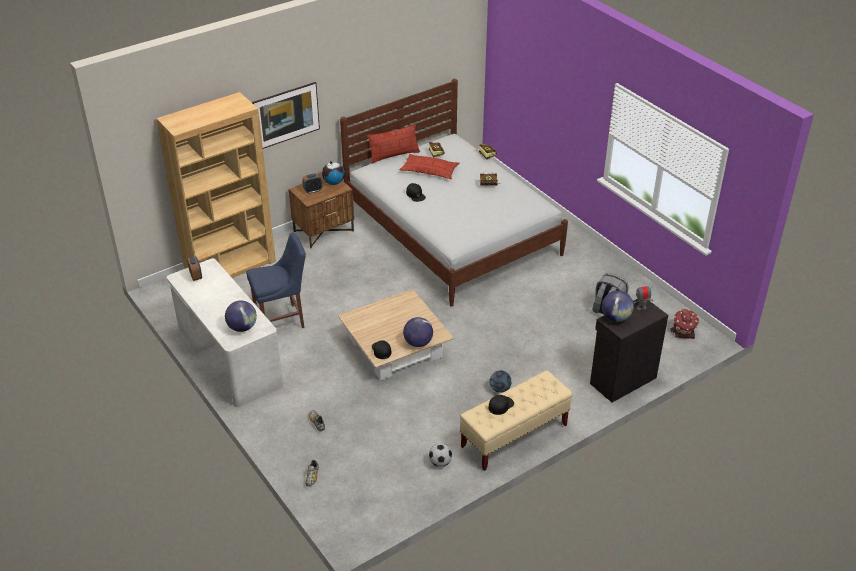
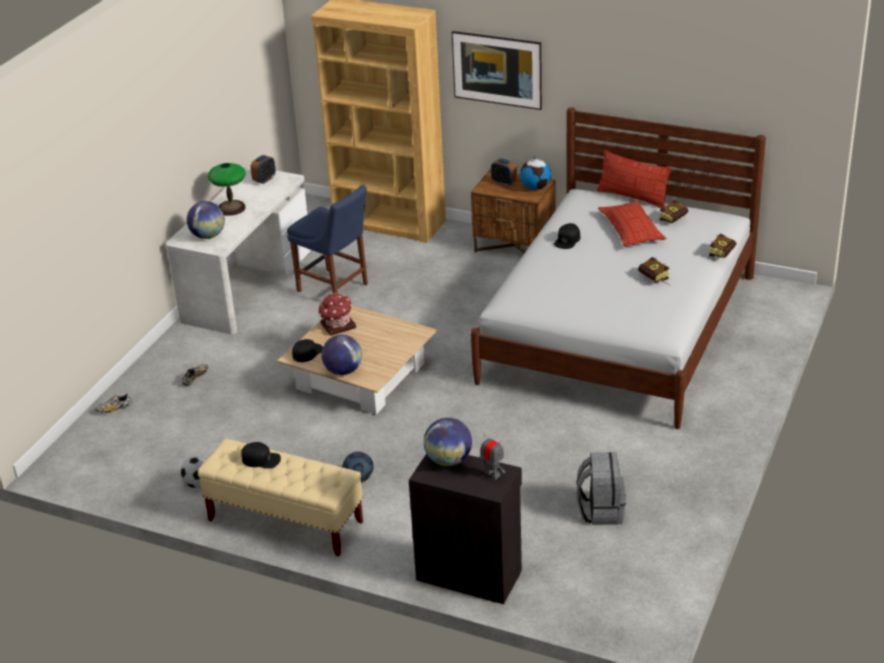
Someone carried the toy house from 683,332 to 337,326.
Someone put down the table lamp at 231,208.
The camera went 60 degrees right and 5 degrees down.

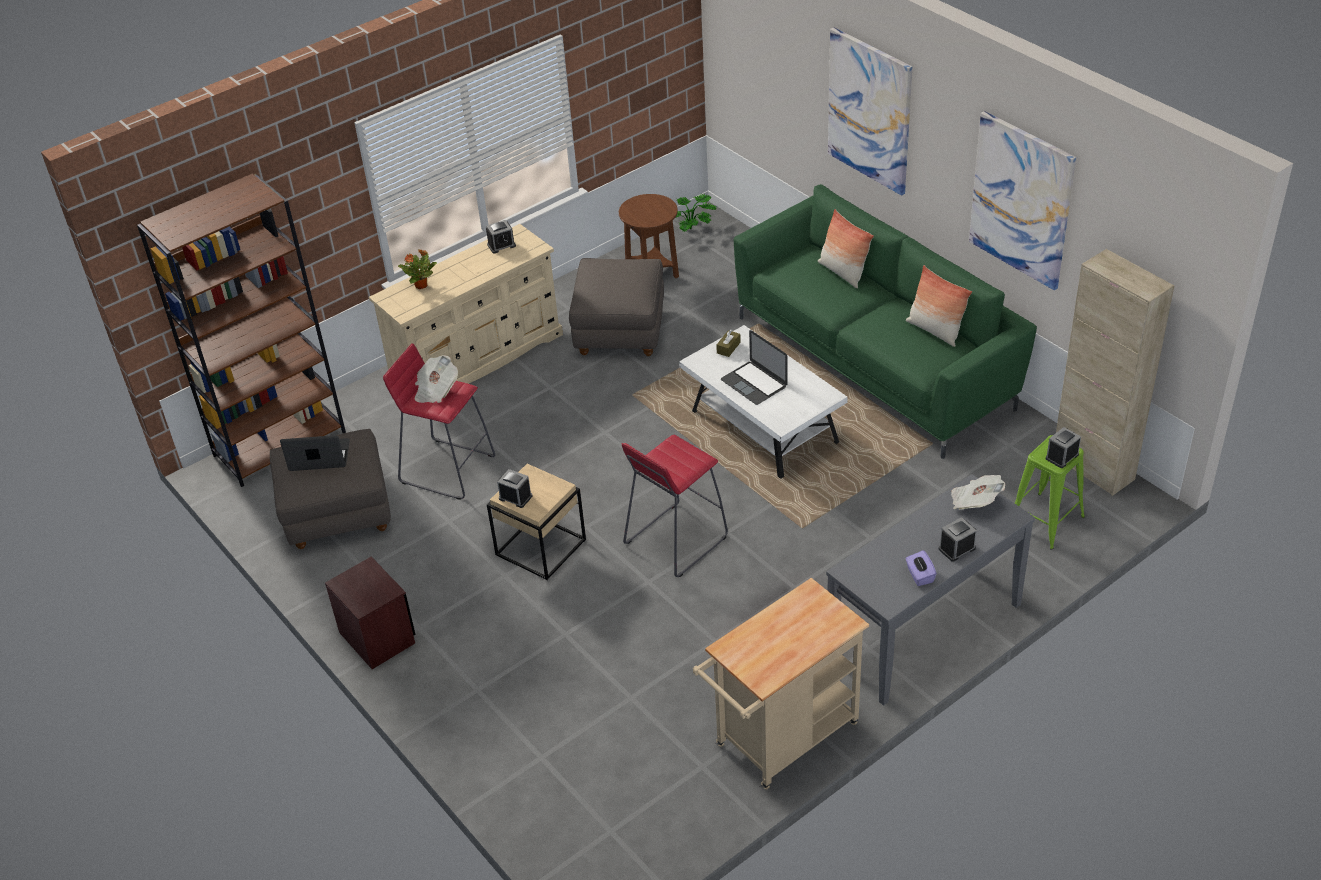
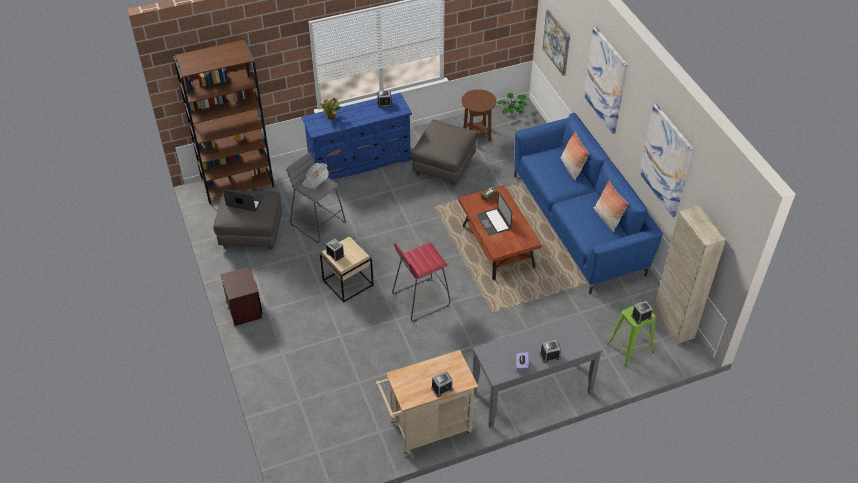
Someone repainted the beige dresser at 477,358, which became the blue dresser at 360,161.
Someone repainted the red stool at 447,468, which became the grey stool at 318,223.
Someone repainted the white coffee table at 763,428, which became the brown coffee table at 497,246.
Someone repainted the green sofa at 875,361, which became the blue sofa at 578,223.
Someone took away the newspaper at 975,502.
Someone put down the alarm clock at 442,388.
Someone put up the picture at 557,42.
The camera went 15 degrees right and 5 degrees up.

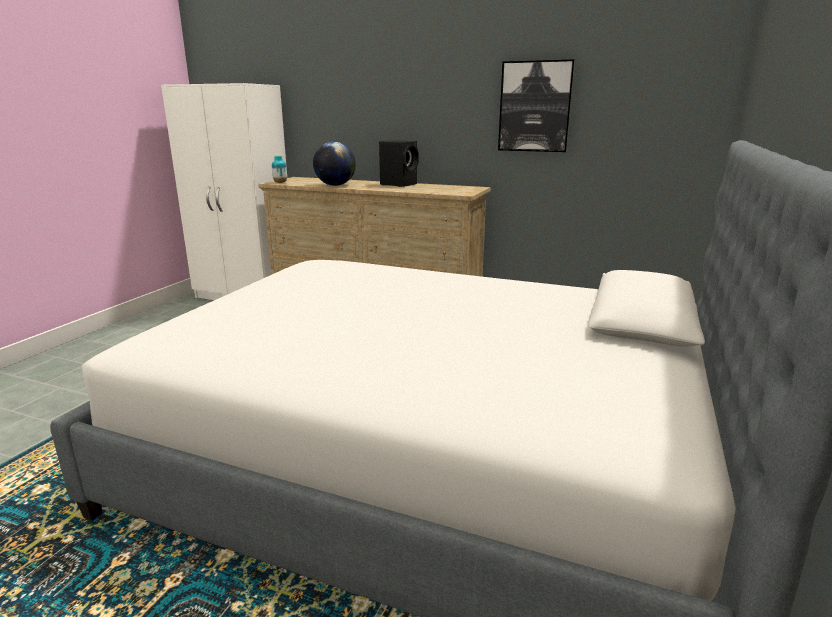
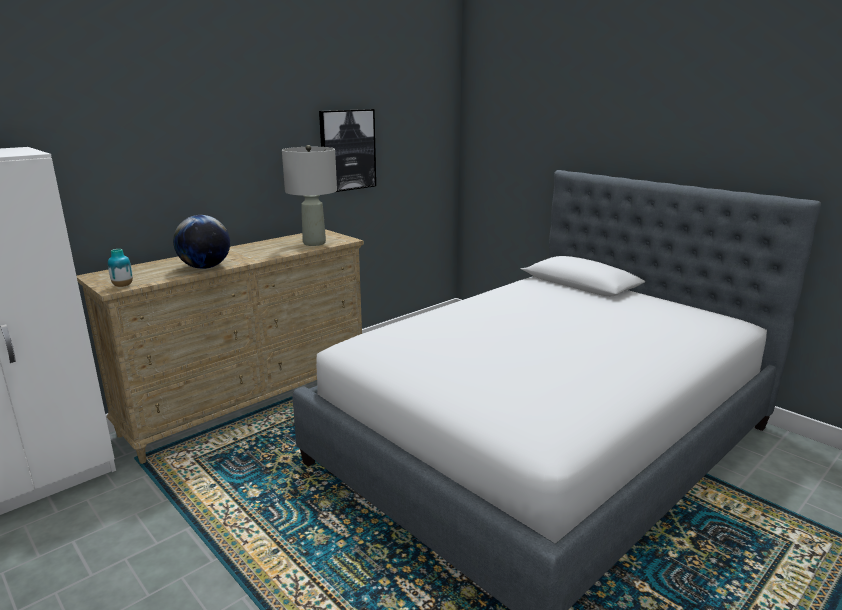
Someone took away the black speaker at 399,184.
Someone put down the grey table lamp at 315,243.
The camera went 65 degrees left and 0 degrees up.

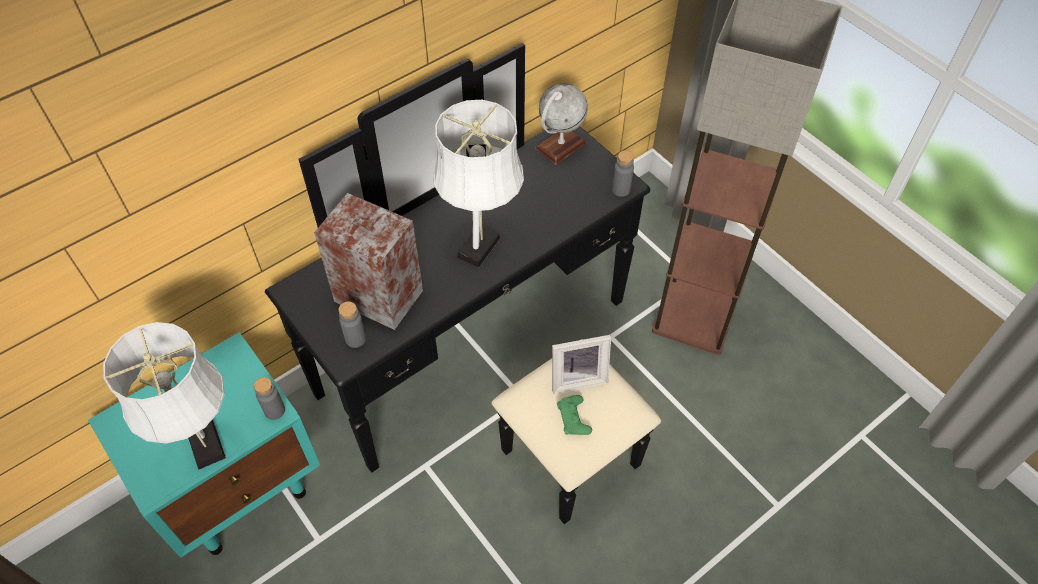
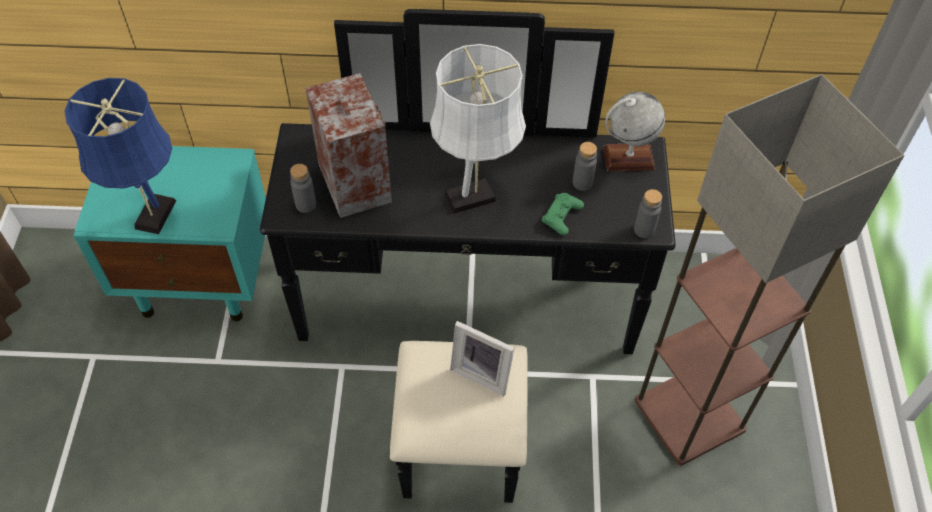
Someone repainted the white table lamp at 207,449, which became the blue table lamp at 153,218.
Someone carried the grey bottle from 274,410 to 582,183.
Someone carried the green game controller from 573,418 to 562,216.
The camera went 40 degrees right and 0 degrees up.

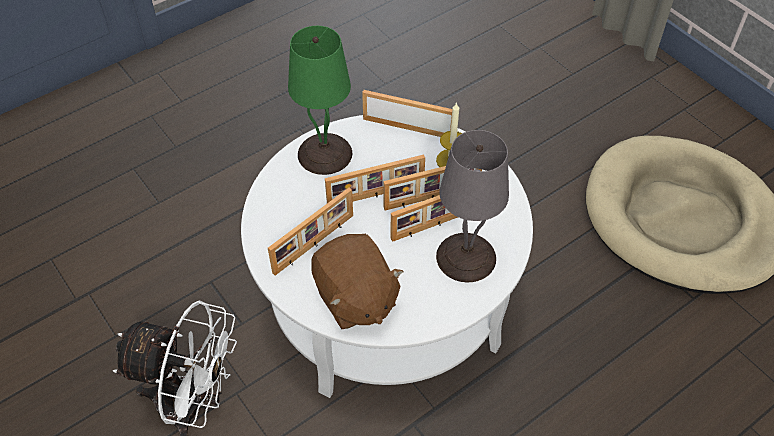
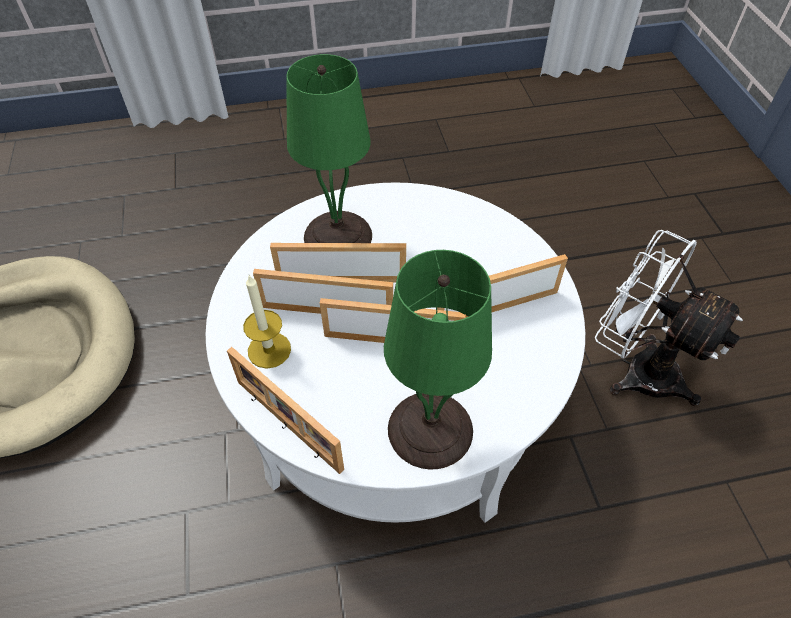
Someone took away the brown plush toy at 355,298.
Someone repainted the grey table lamp at 465,256, which became the green table lamp at 338,237.
The camera went 155 degrees left and 0 degrees up.

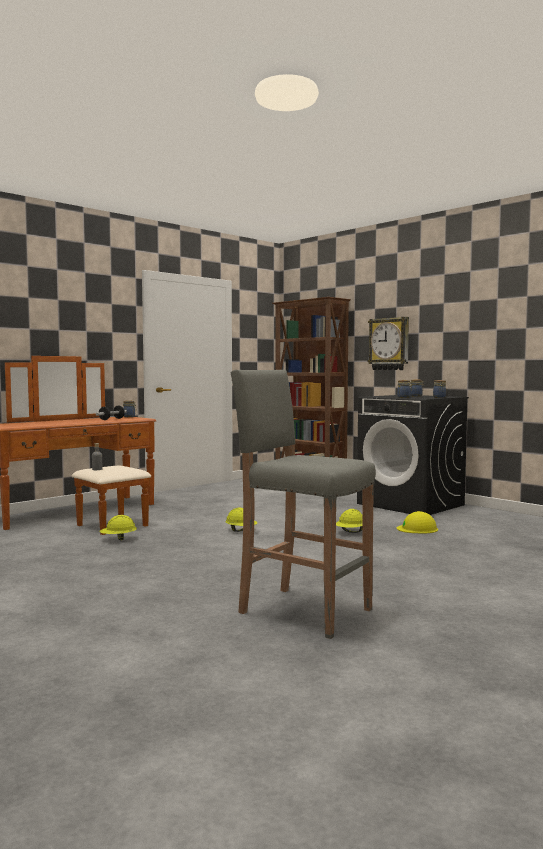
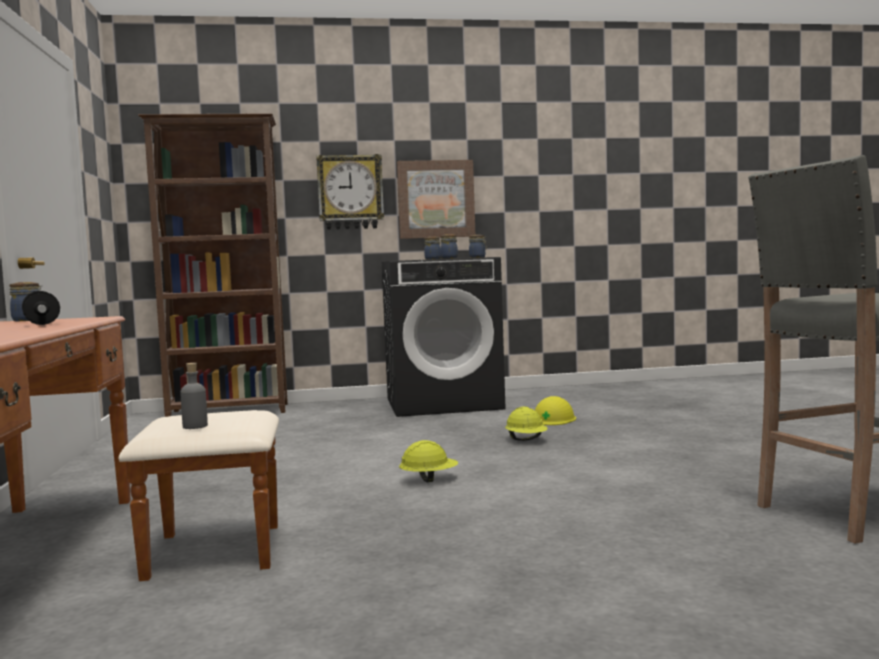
Someone took away the yellow hard hat at 118,539.
Someone put up the picture at 436,199.
The camera went 55 degrees left and 0 degrees up.

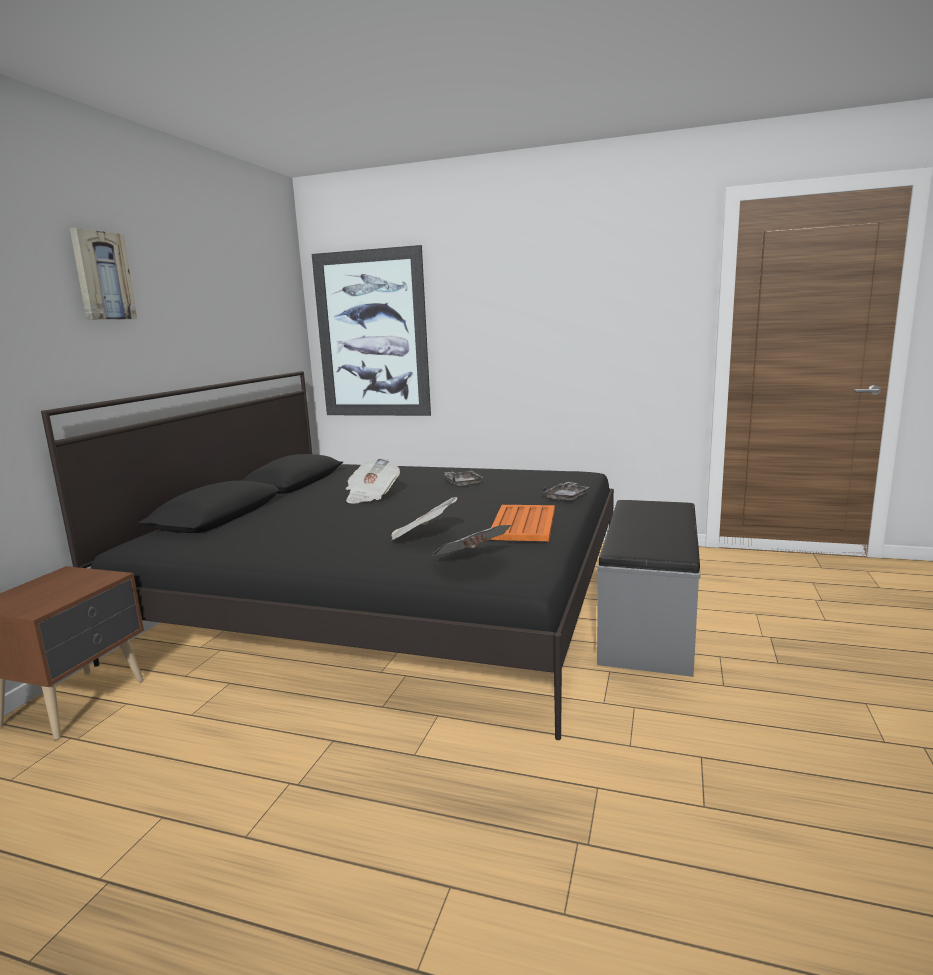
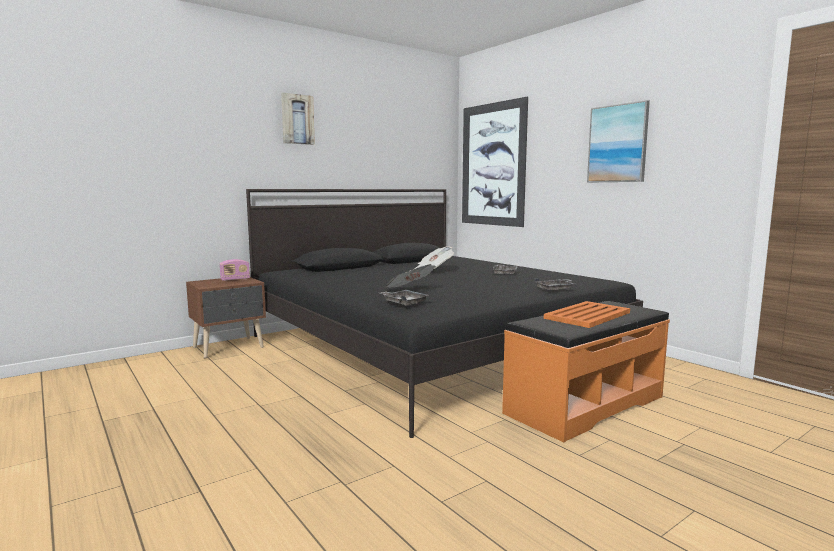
Someone swapped the newspaper at 471,562 for the grey tray at 404,303.
Someone carried the orange tray from 524,523 to 588,315.
Someone repainted the grey bench at 646,623, which became the orange bench at 584,404.
Someone put down the radio at 235,279.
Someone put up the picture at 618,144.
The camera went 35 degrees right and 5 degrees down.

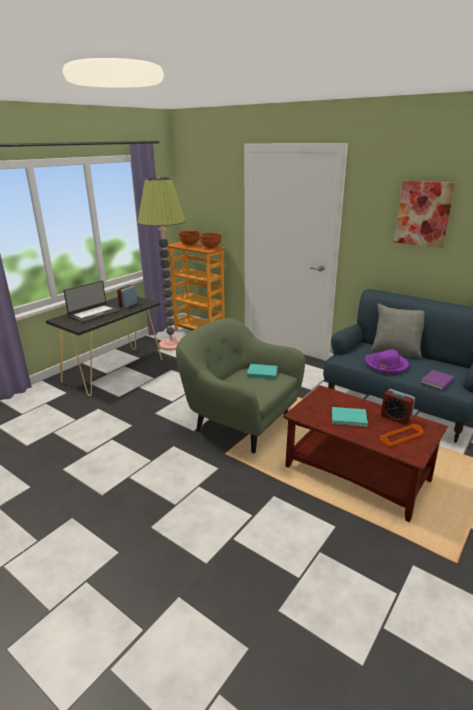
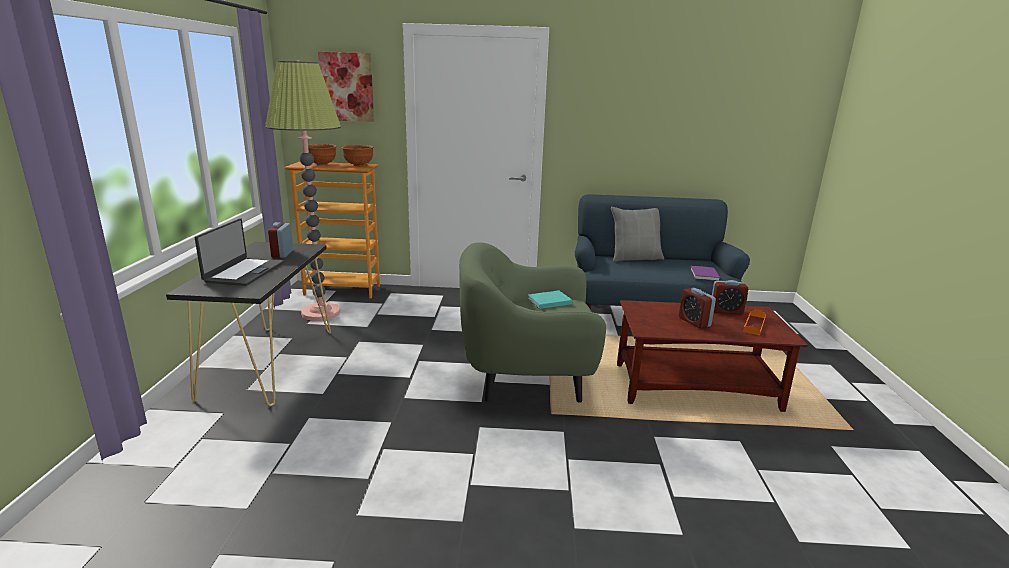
Someone swapped the turquoise book at 350,418 for the alarm clock at 694,322.
Someone took away the purple hat at 386,365.
Someone carried the picture from 423,214 to 347,87.
The camera went 35 degrees left and 5 degrees down.

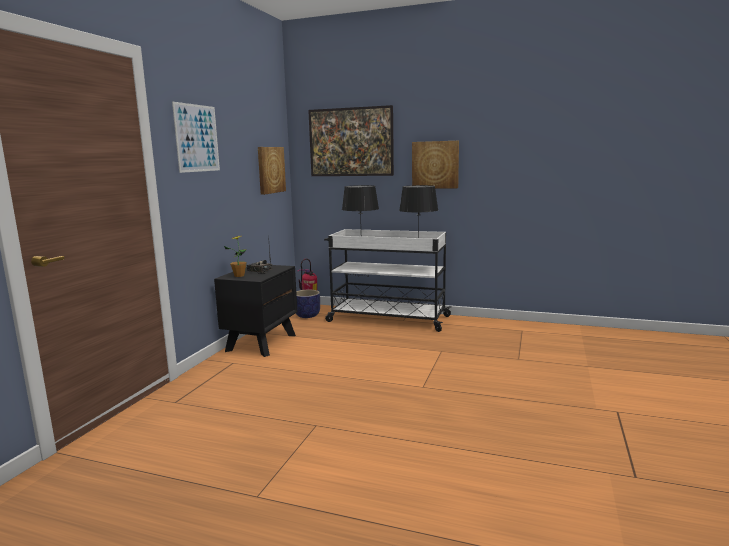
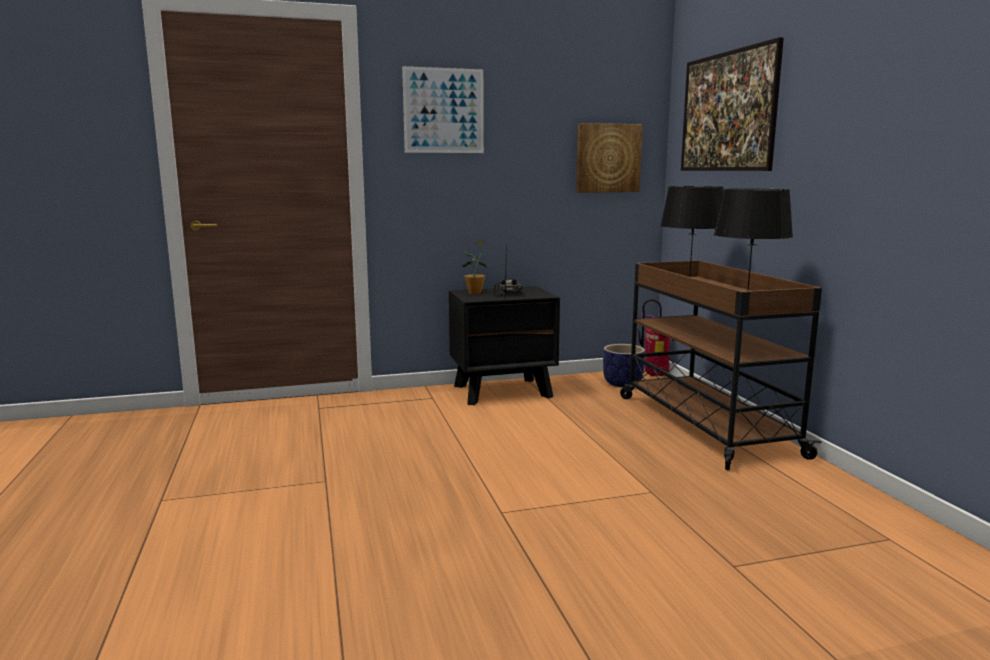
Someone repainted the white cart at 387,319, which became the brown cart at 704,424.
Someone took away the picture at 435,165.
The camera went 55 degrees right and 0 degrees up.

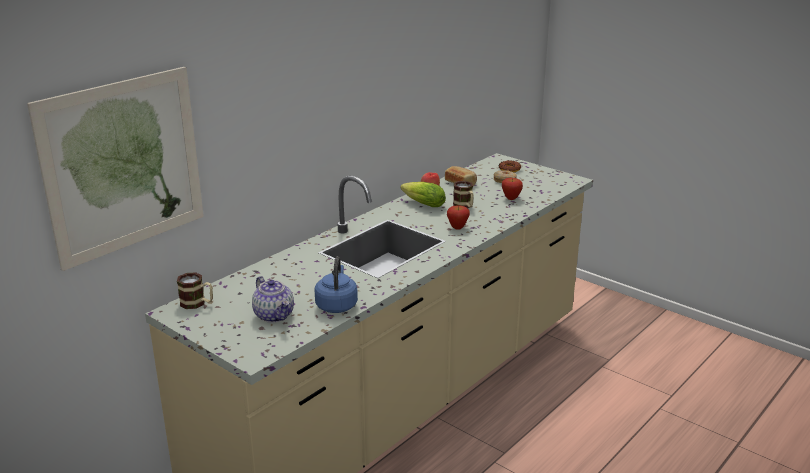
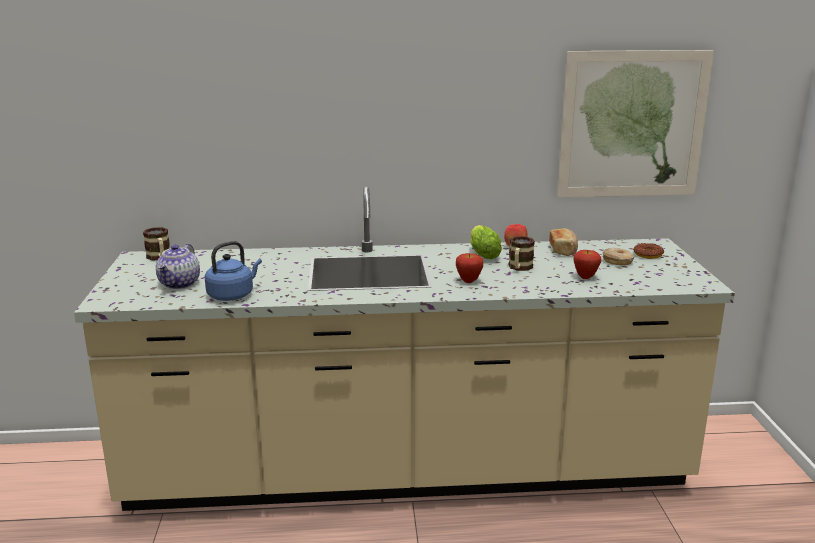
Someone carried the picture from 124,165 to 632,125.
The camera went 45 degrees right and 5 degrees down.

